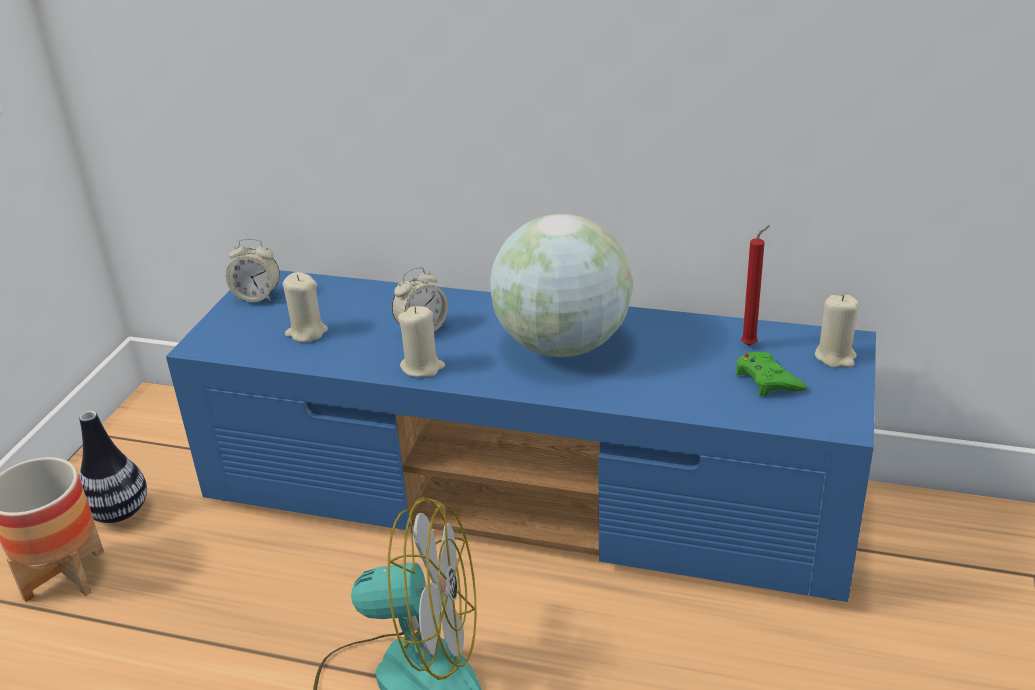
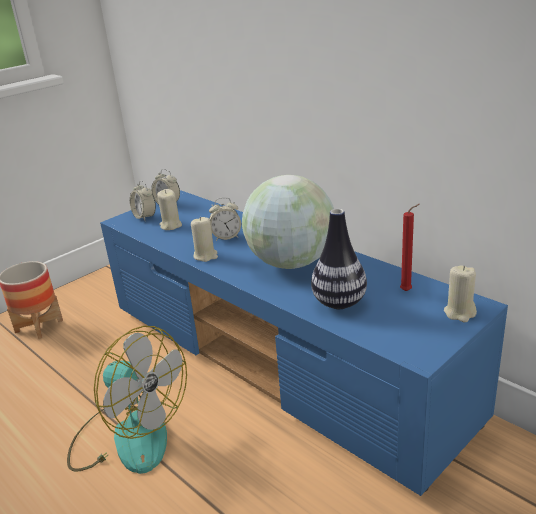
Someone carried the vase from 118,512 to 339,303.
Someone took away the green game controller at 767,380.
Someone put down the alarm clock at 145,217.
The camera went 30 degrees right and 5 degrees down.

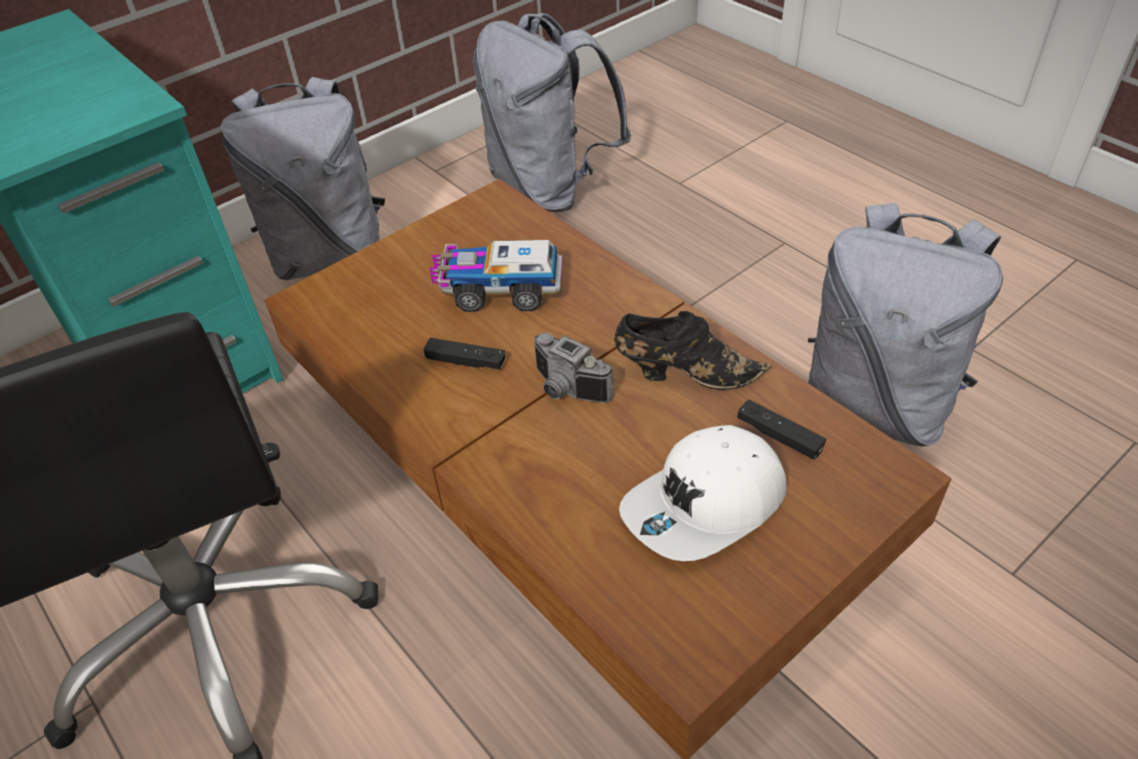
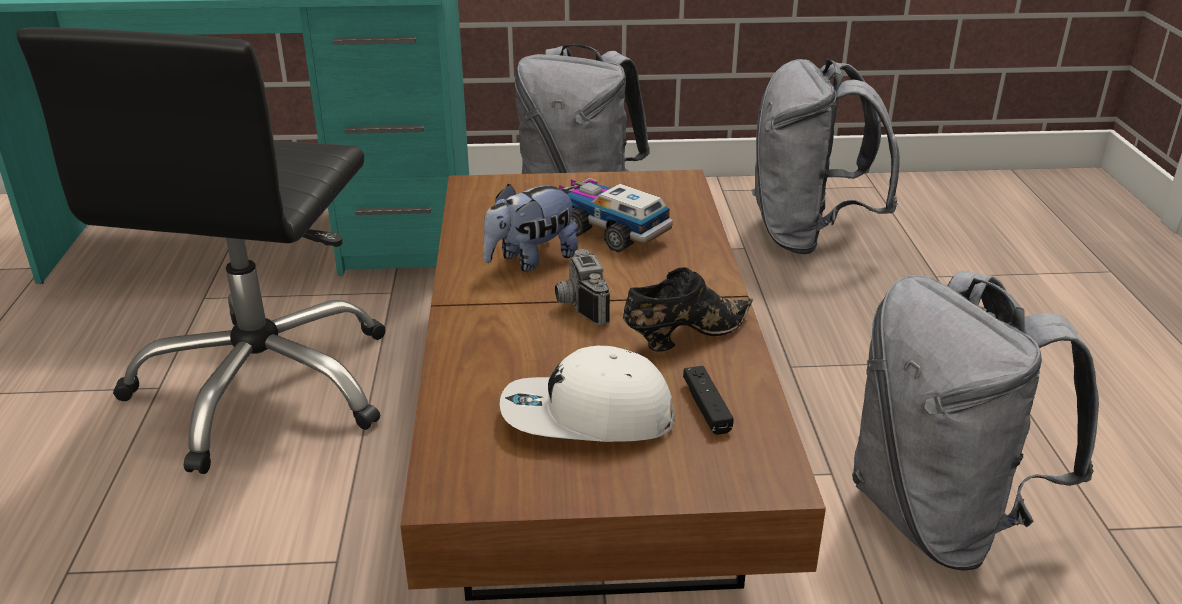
Someone swapped the black game controller at 465,361 for the plush toy at 531,260.
Someone rotated the black shoe at 684,373 by 75 degrees counterclockwise.
The camera went 35 degrees right and 15 degrees down.

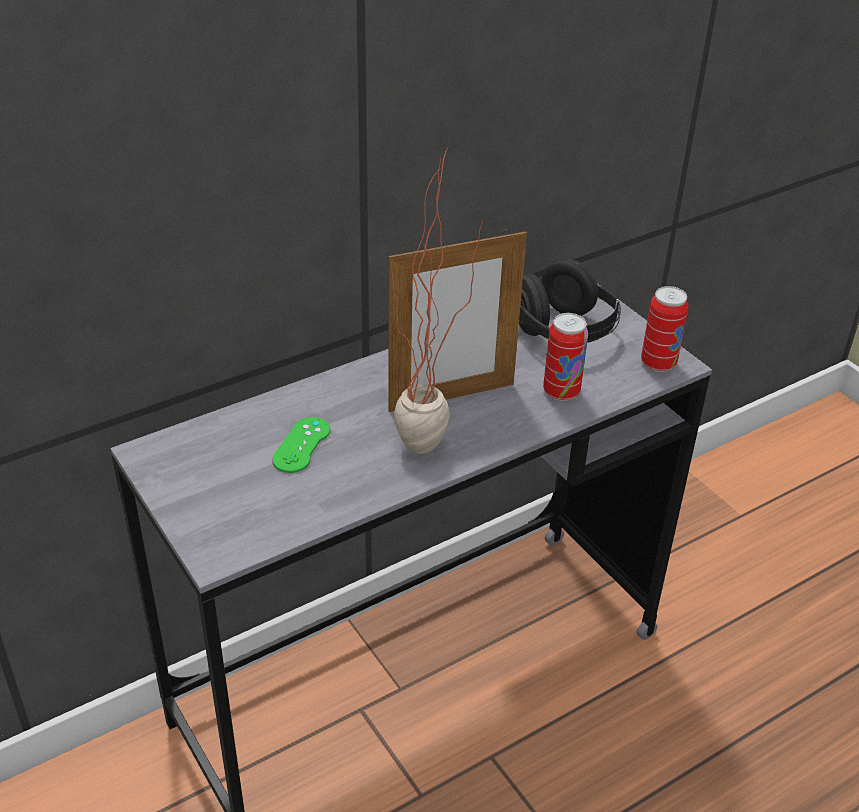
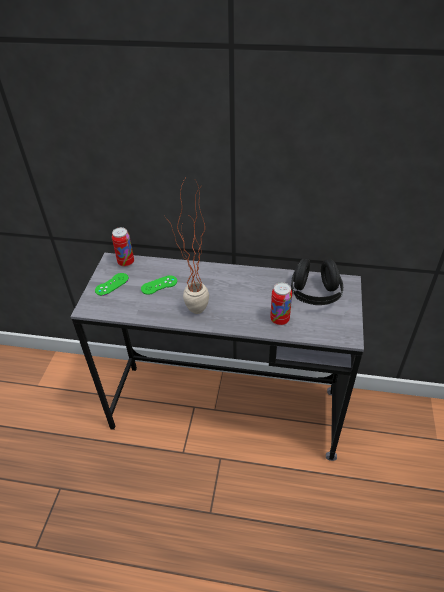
Someone took away the picture frame at 451,397.
Someone carried the can from 658,363 to 126,262.
Someone put down the green game controller at 112,284.
The camera went 45 degrees right and 5 degrees up.

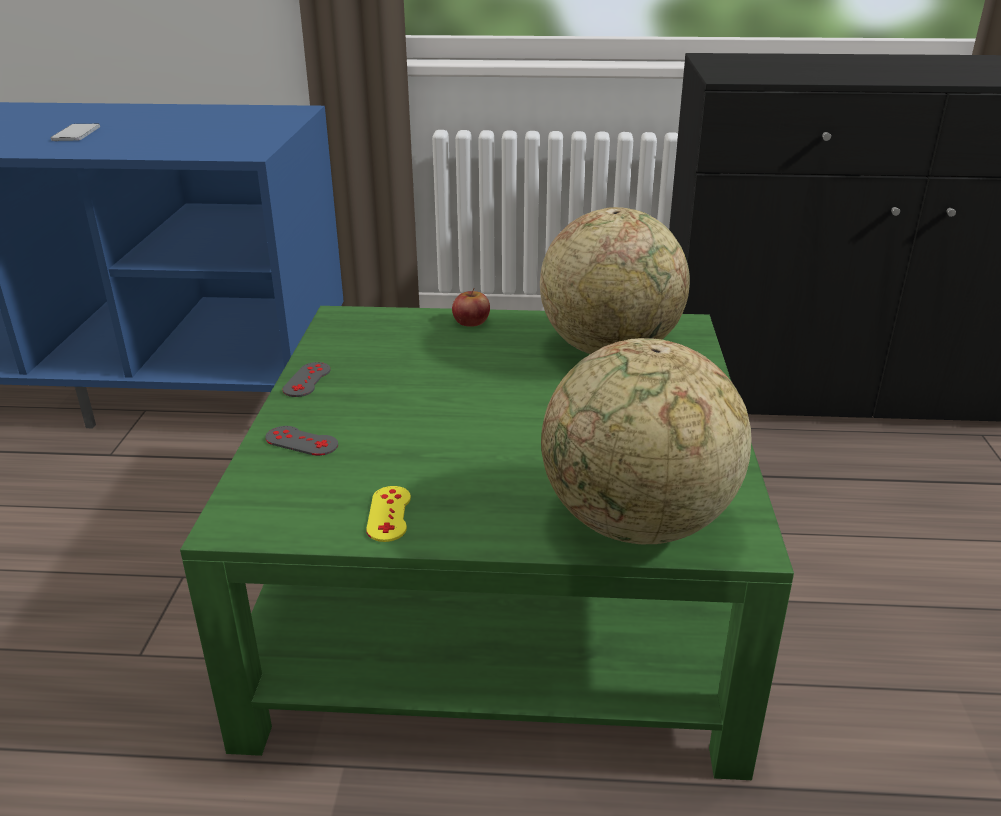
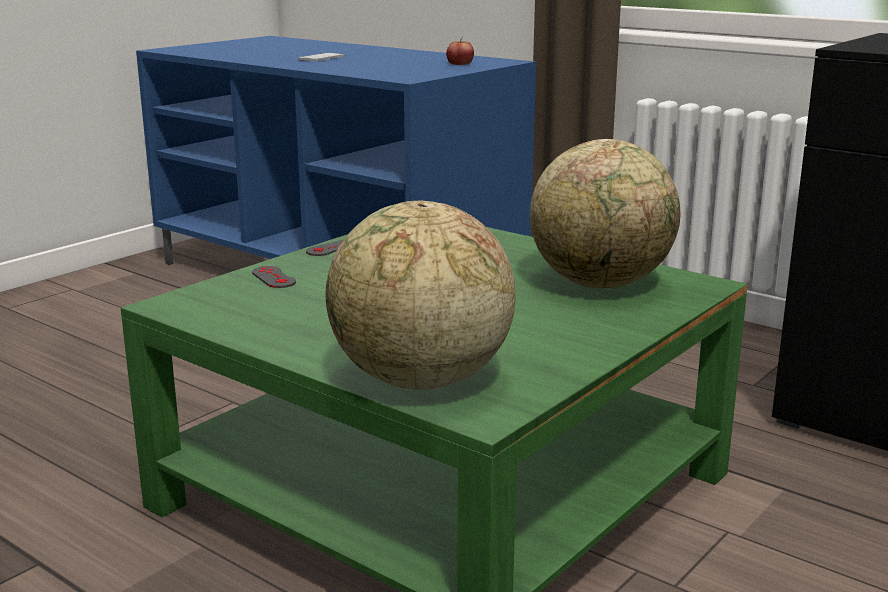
Someone took away the yellow game controller at 389,514.
Someone carried the apple from 471,321 to 460,63.
The camera went 35 degrees right and 10 degrees down.

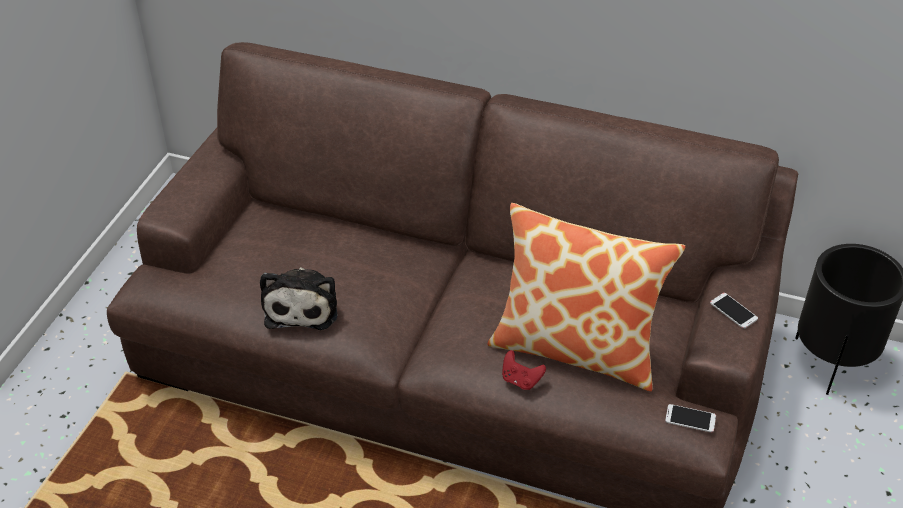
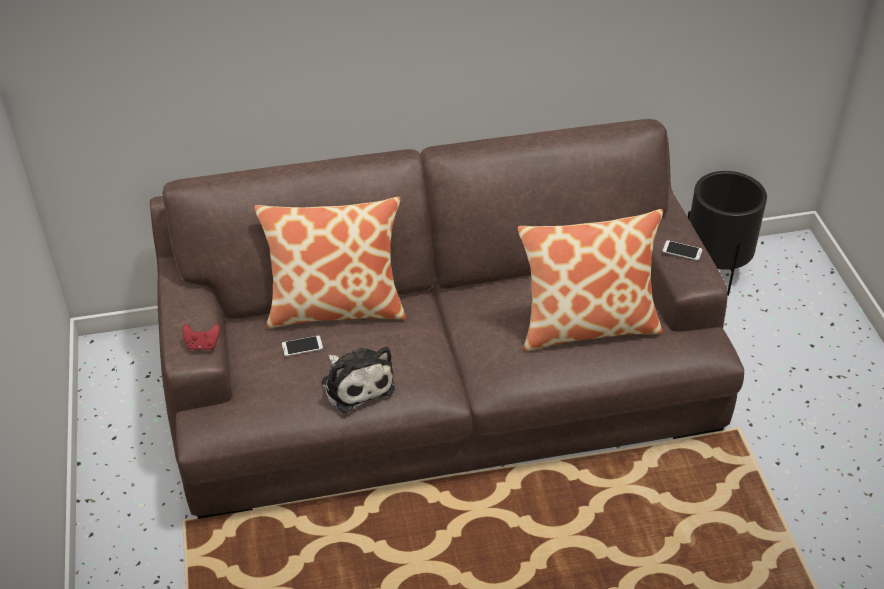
Someone carried the red game controller from 521,380 to 202,345.
Someone carried the phone from 690,418 to 302,346.
Someone put down the pillow at 336,307.
The camera went 30 degrees left and 0 degrees up.

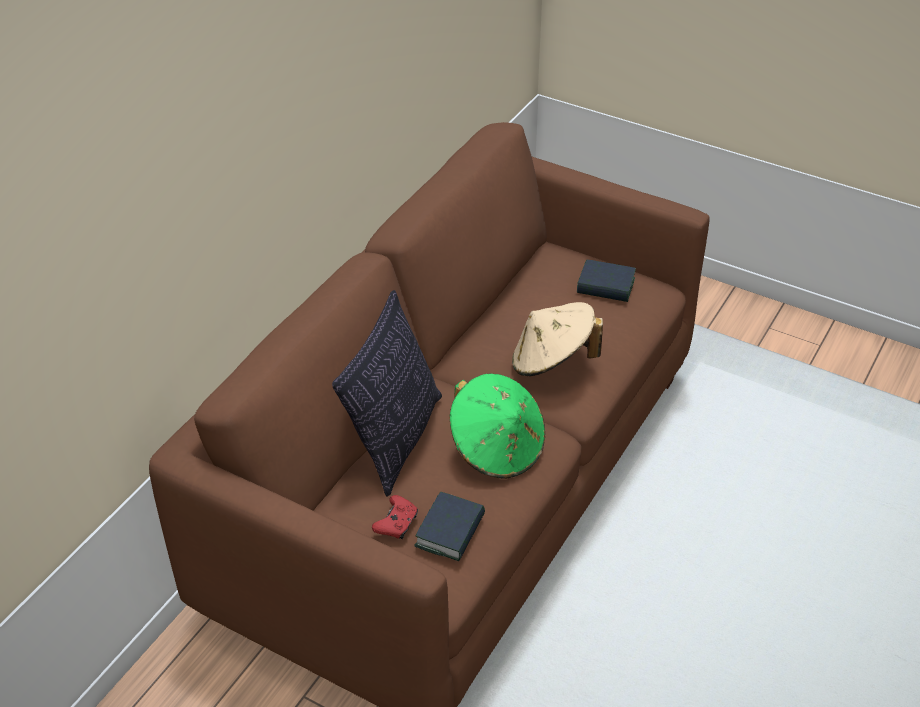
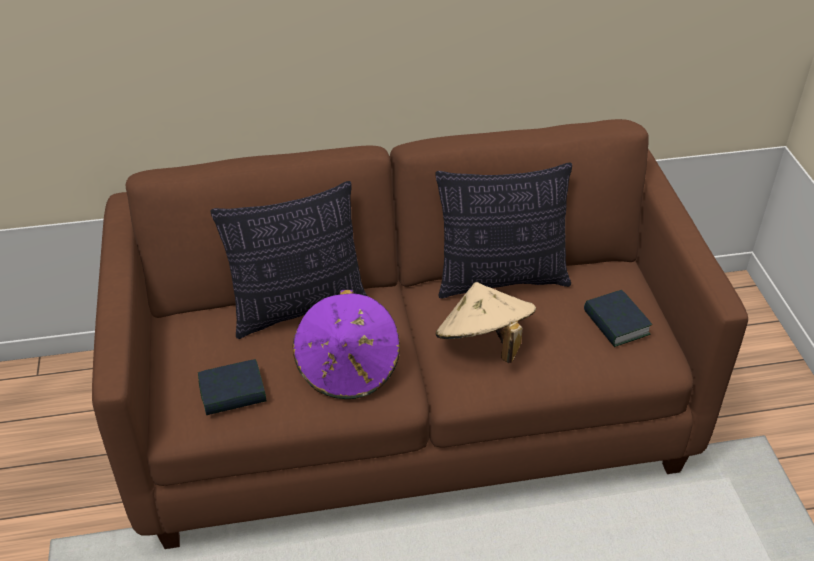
Someone took away the red game controller at 397,523.
Someone repainted the green hat at 497,448, which became the purple hat at 348,368.
Someone put down the pillow at 501,279.
The camera went 50 degrees right and 0 degrees up.

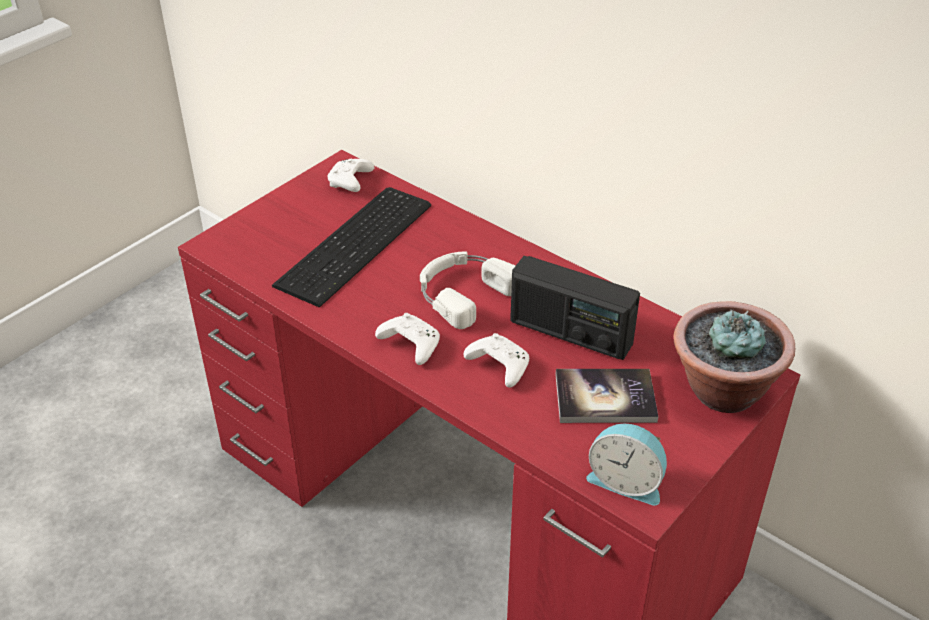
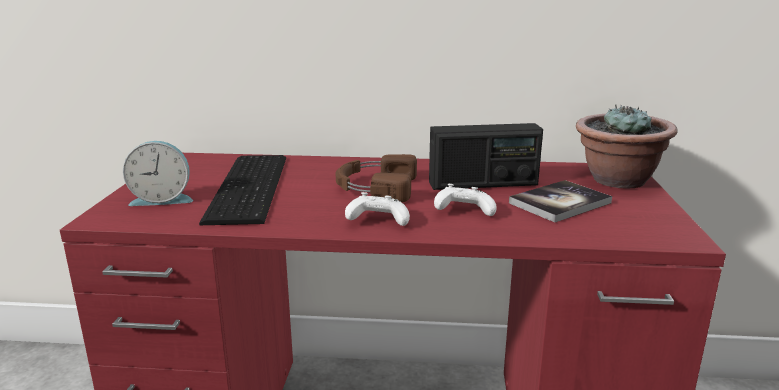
Someone took away the white game controller at 350,183.
Someone repainted the white headphones at 462,292, which became the brown headphones at 375,187.
Someone carried the alarm clock from 626,481 to 162,199.
The camera went 35 degrees left and 20 degrees down.

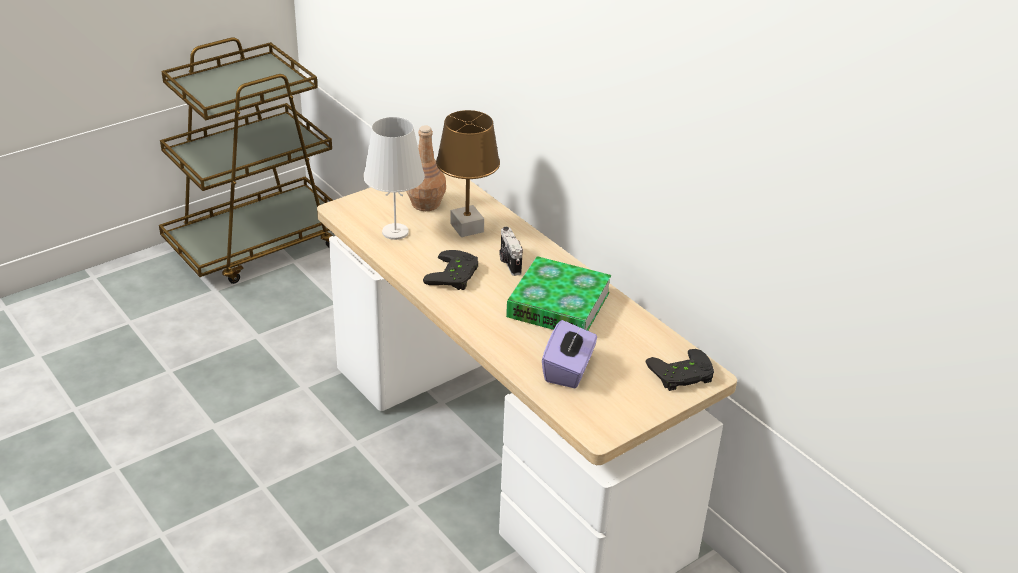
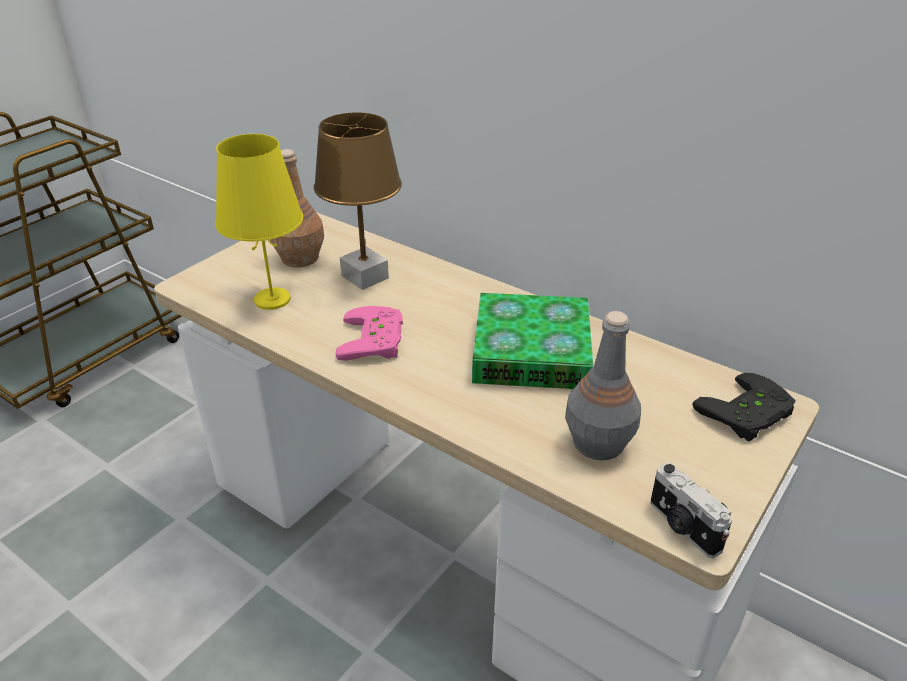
Someone repainted the white table lamp at 395,232, which became the yellow table lamp at 272,299.
Someone repainted the black game controller at 456,275, which became the pink game controller at 376,340.
Someone carried the photo camera from 509,262 to 682,527.
Someone swapped the purple tissue box at 568,370 for the grey bottle at 597,442.
The camera went 15 degrees left and 0 degrees up.

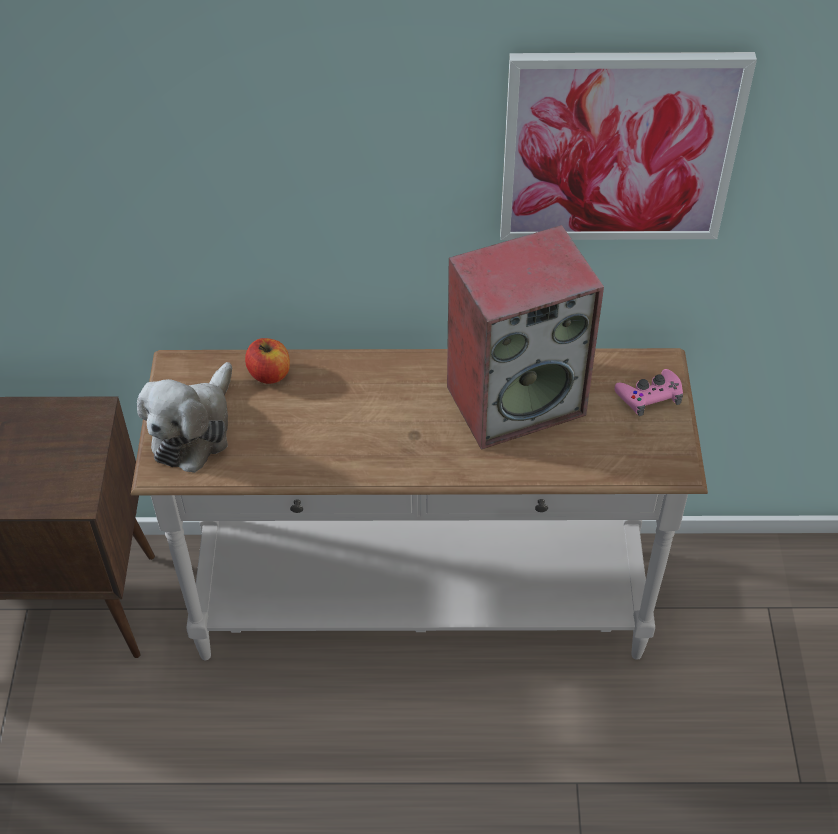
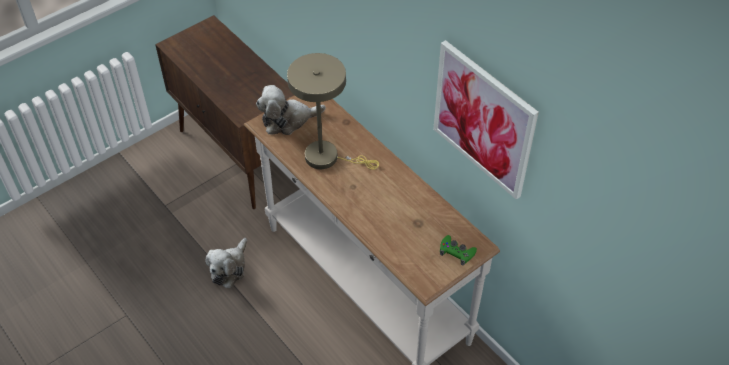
Someone took away the apple at 269,374.
Someone took away the speaker at 516,399.
Someone repainted the pink game controller at 649,396, which became the green game controller at 456,252.
Someone put down the plush toy at 229,268.
Someone put down the beige table lamp at 327,157.
The camera went 50 degrees right and 0 degrees up.

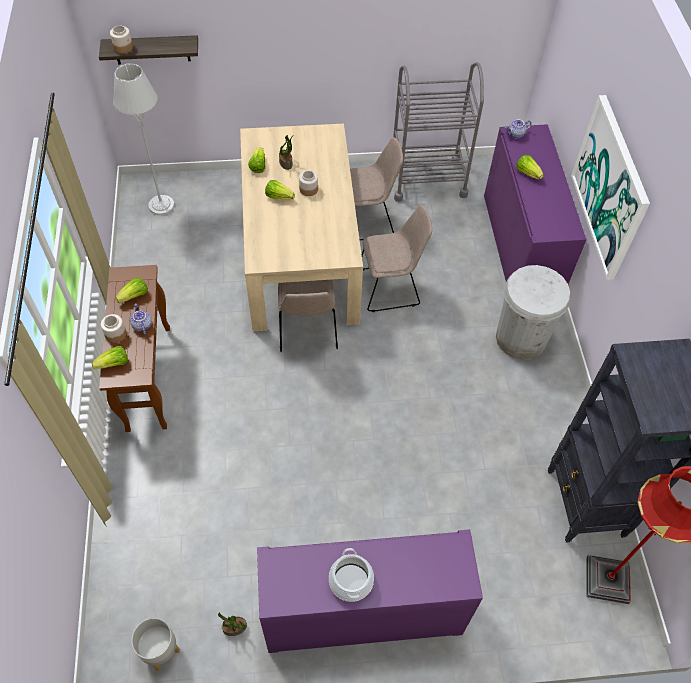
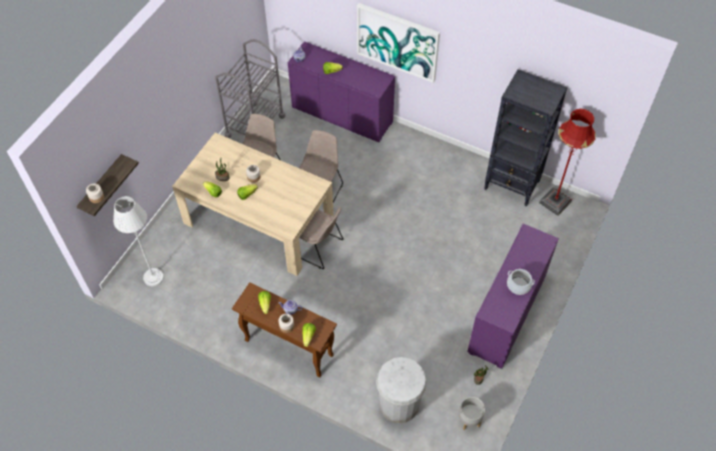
Someone carried the white trash can from 521,338 to 399,404.
The camera went 55 degrees left and 0 degrees up.

